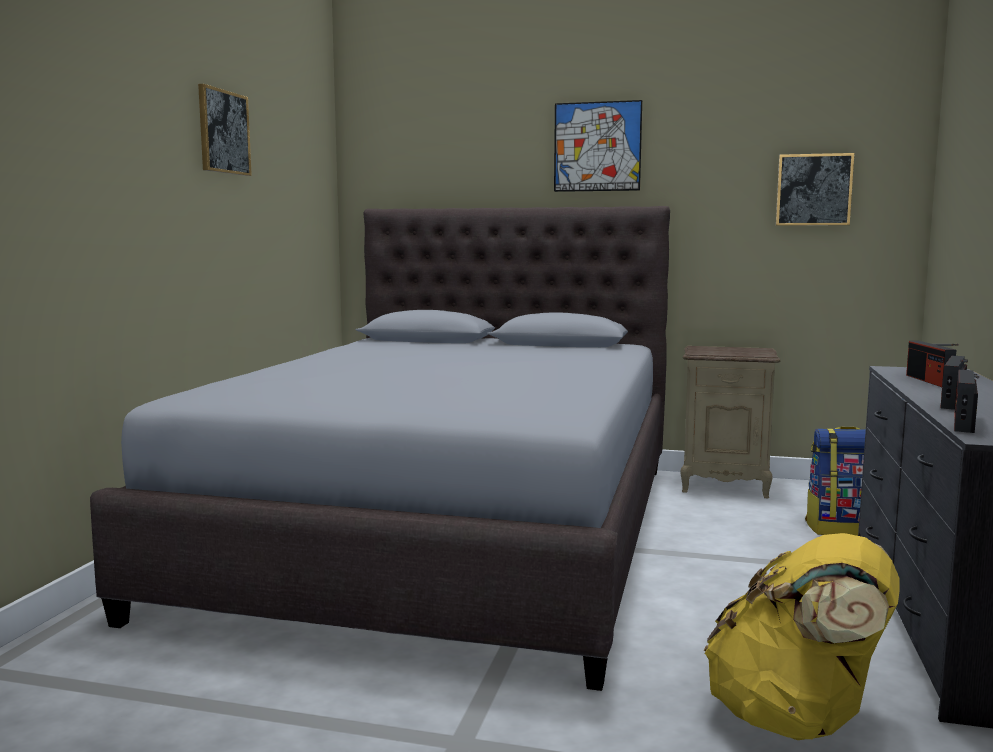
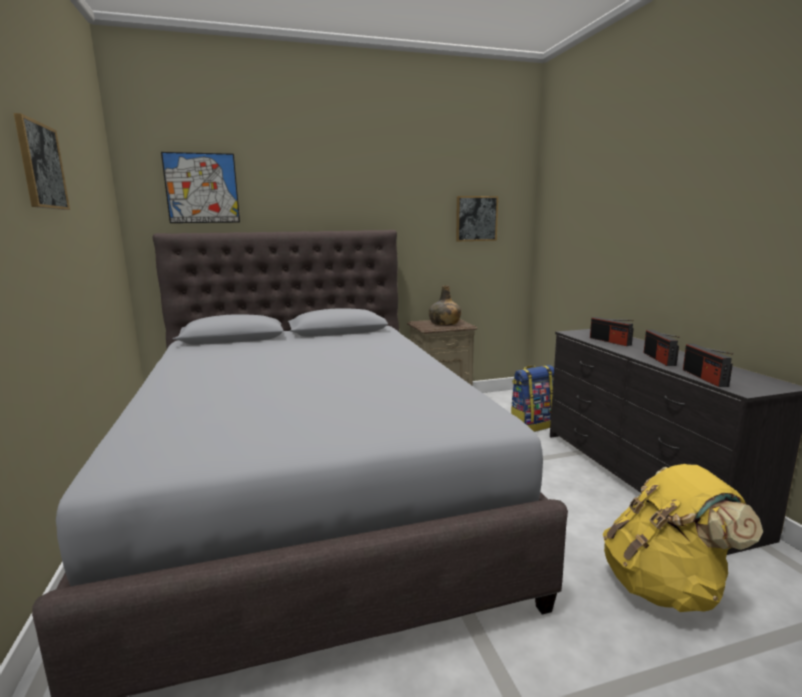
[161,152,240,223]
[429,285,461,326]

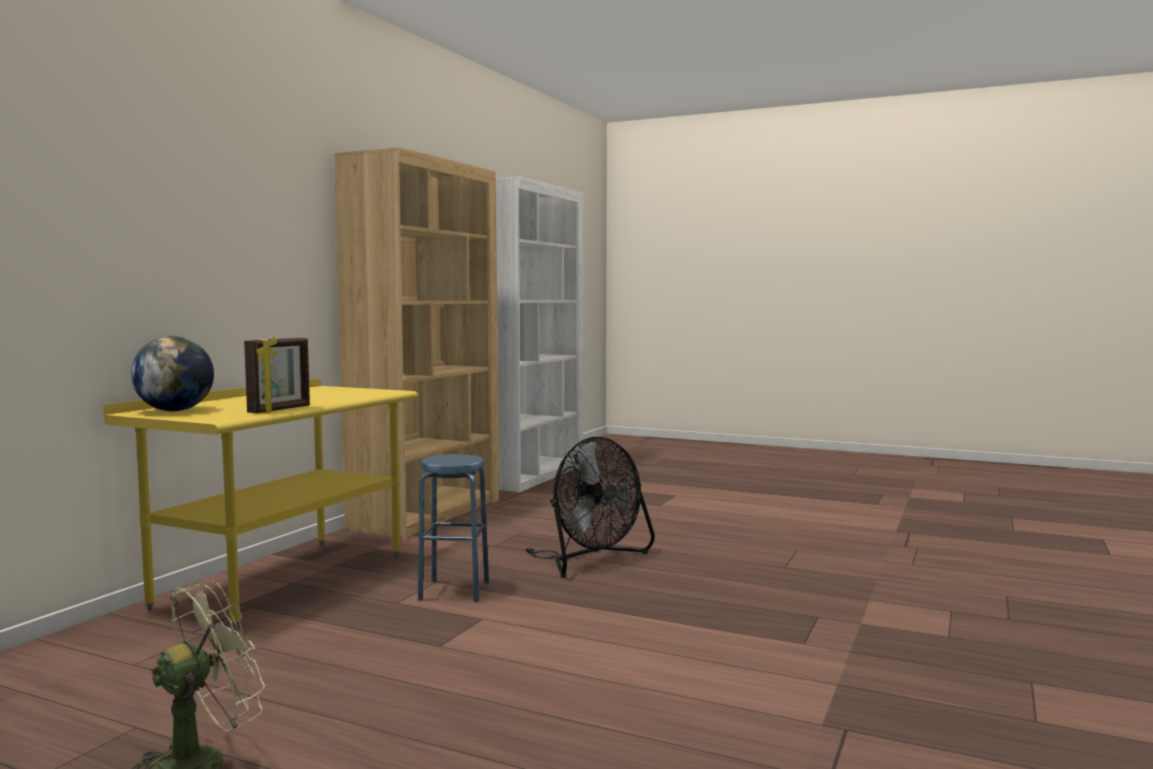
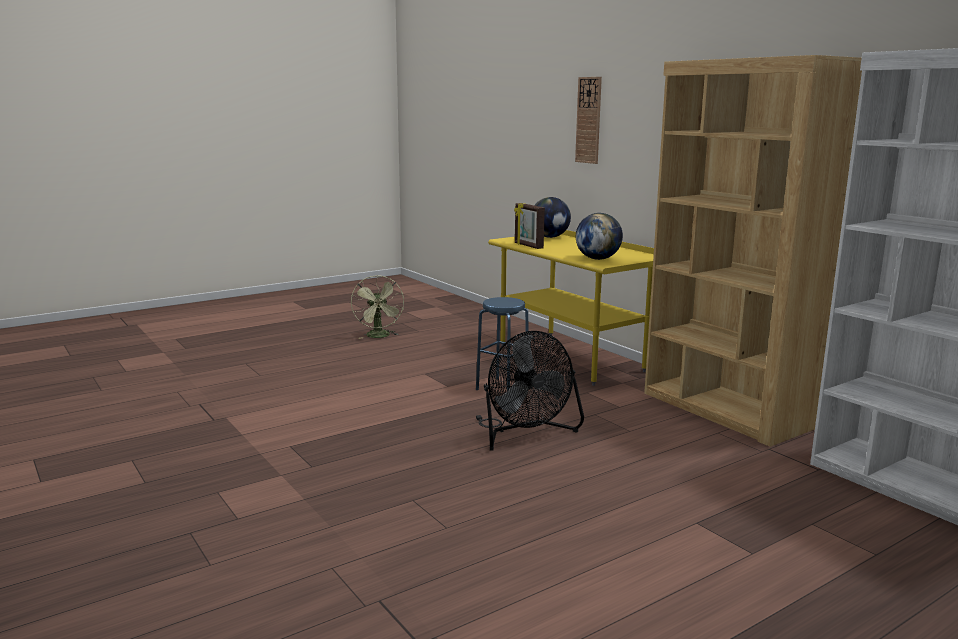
[476,331,584,451]
[575,77,602,164]
[576,213,623,260]

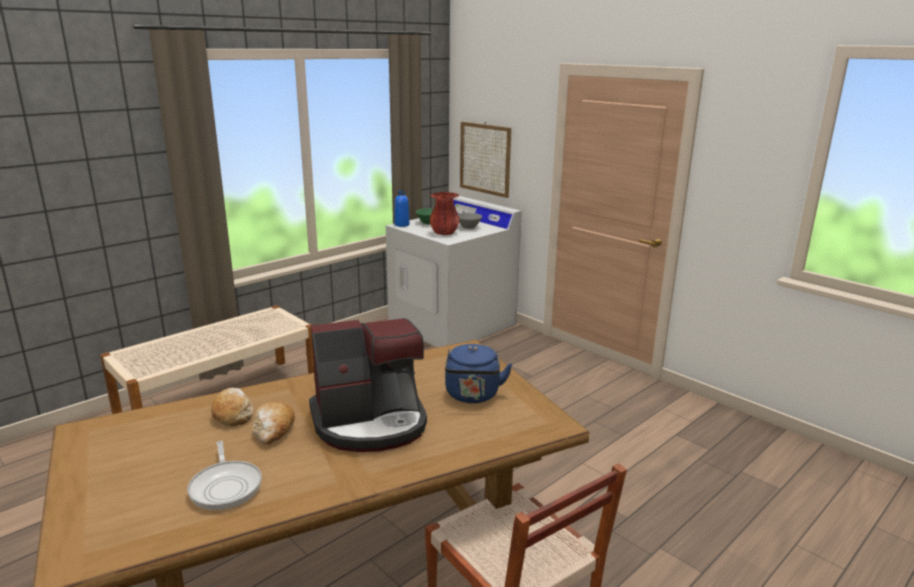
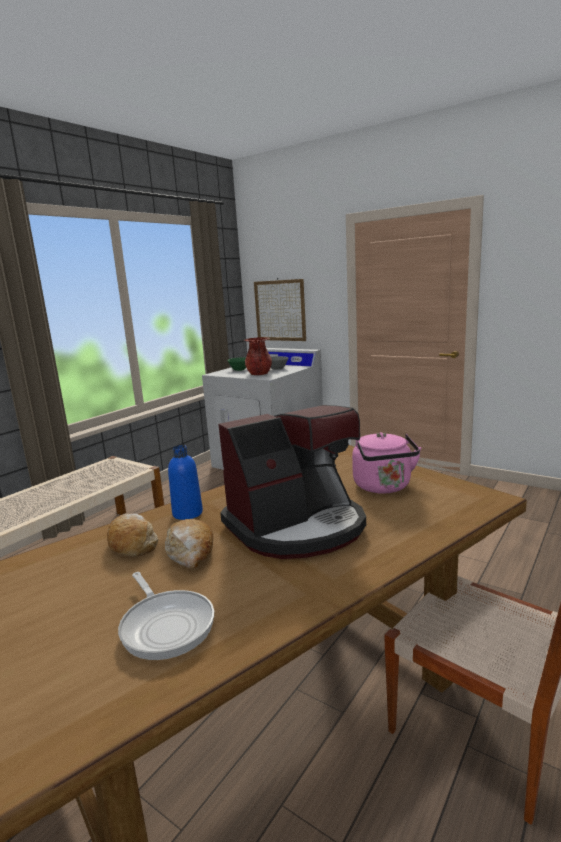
[168,445,203,520]
[352,432,421,494]

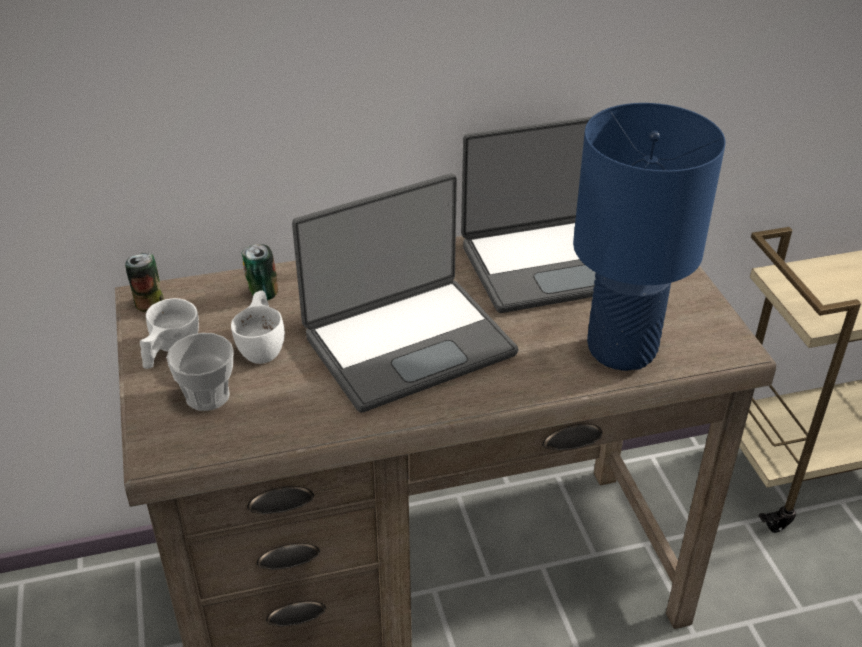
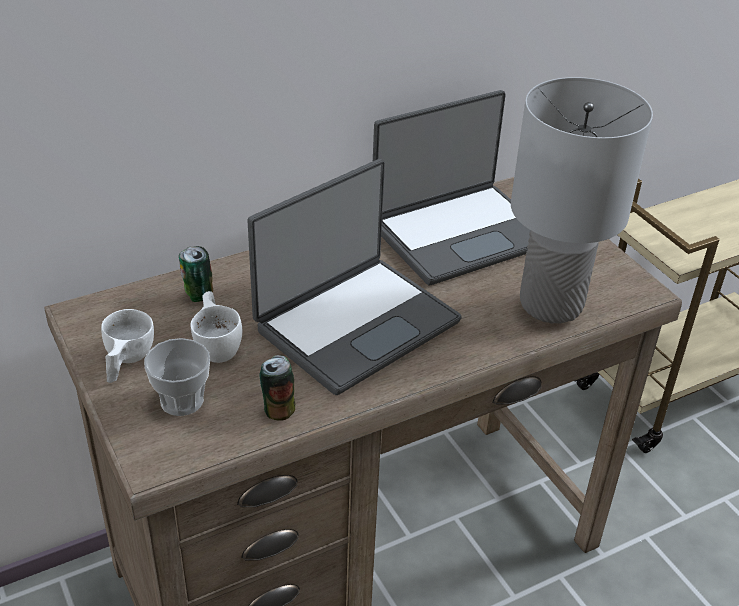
[259,355,295,421]
[511,77,653,324]

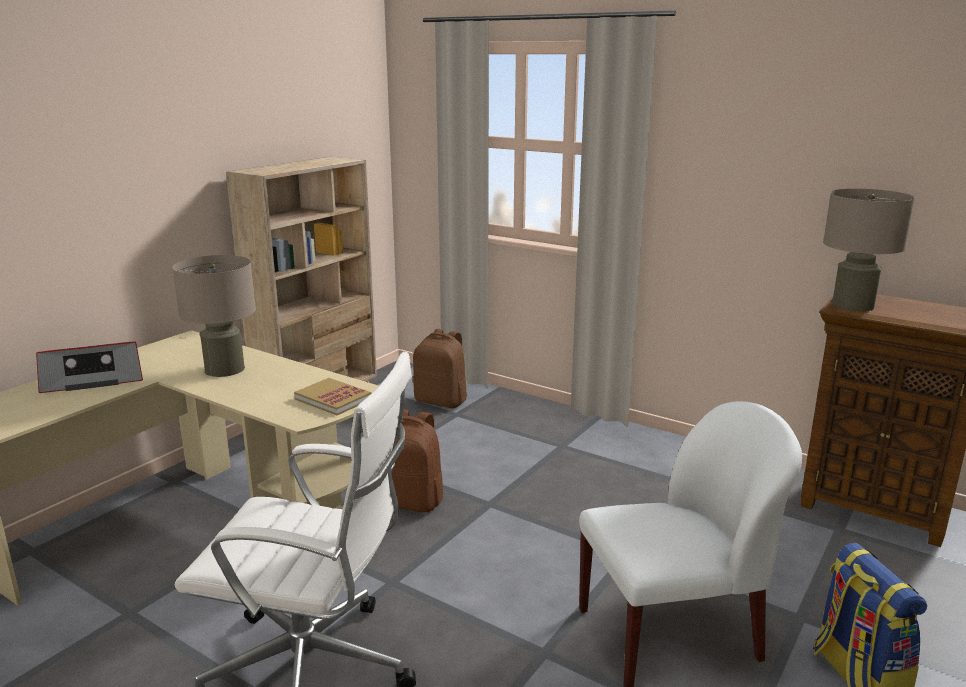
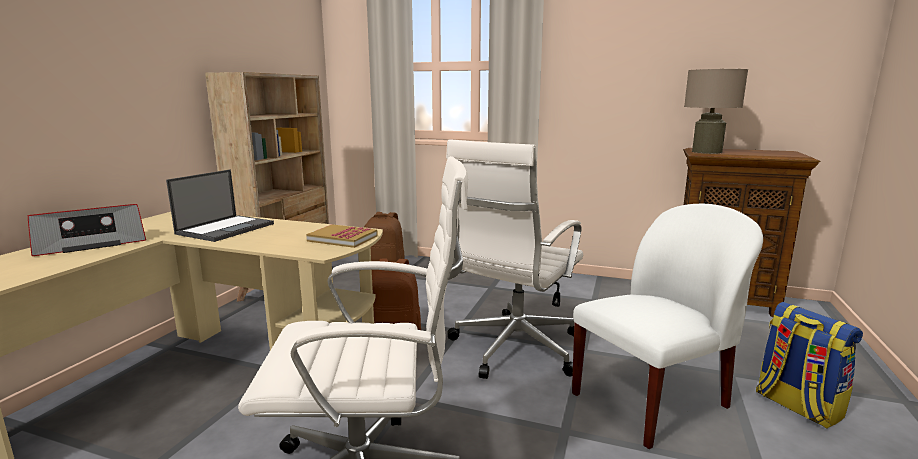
[166,169,274,242]
[446,139,583,379]

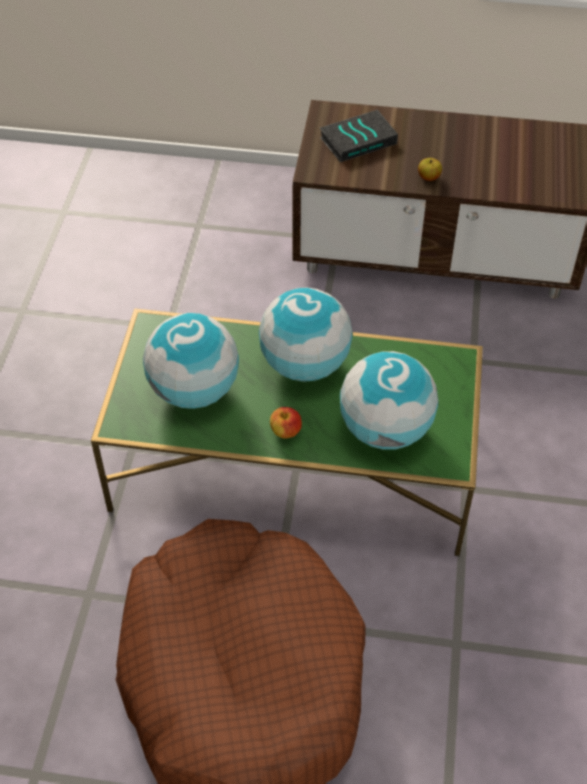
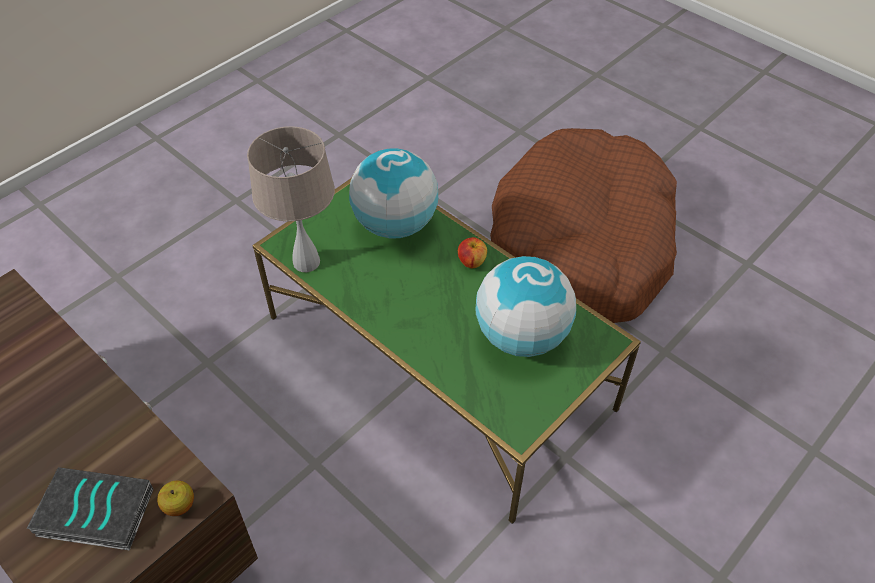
[157,481,194,516]
[247,126,335,272]
[259,288,353,382] (first image)

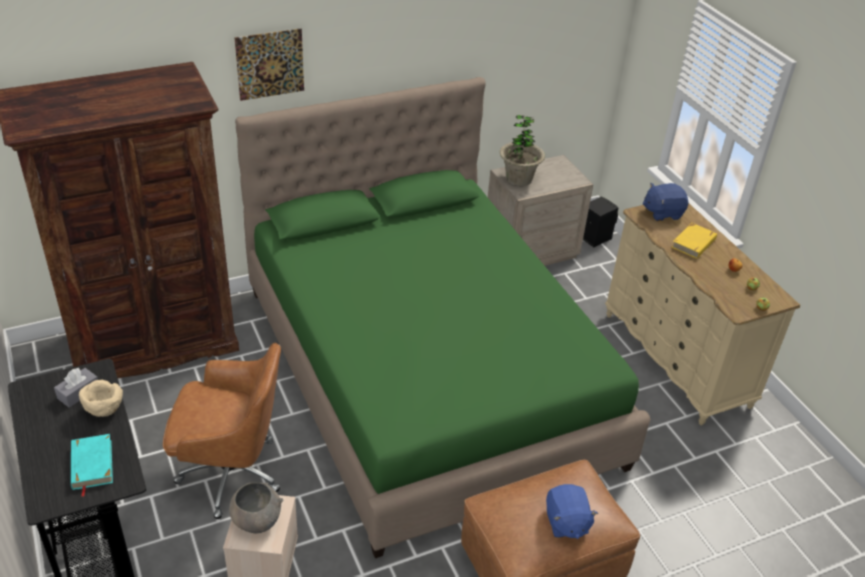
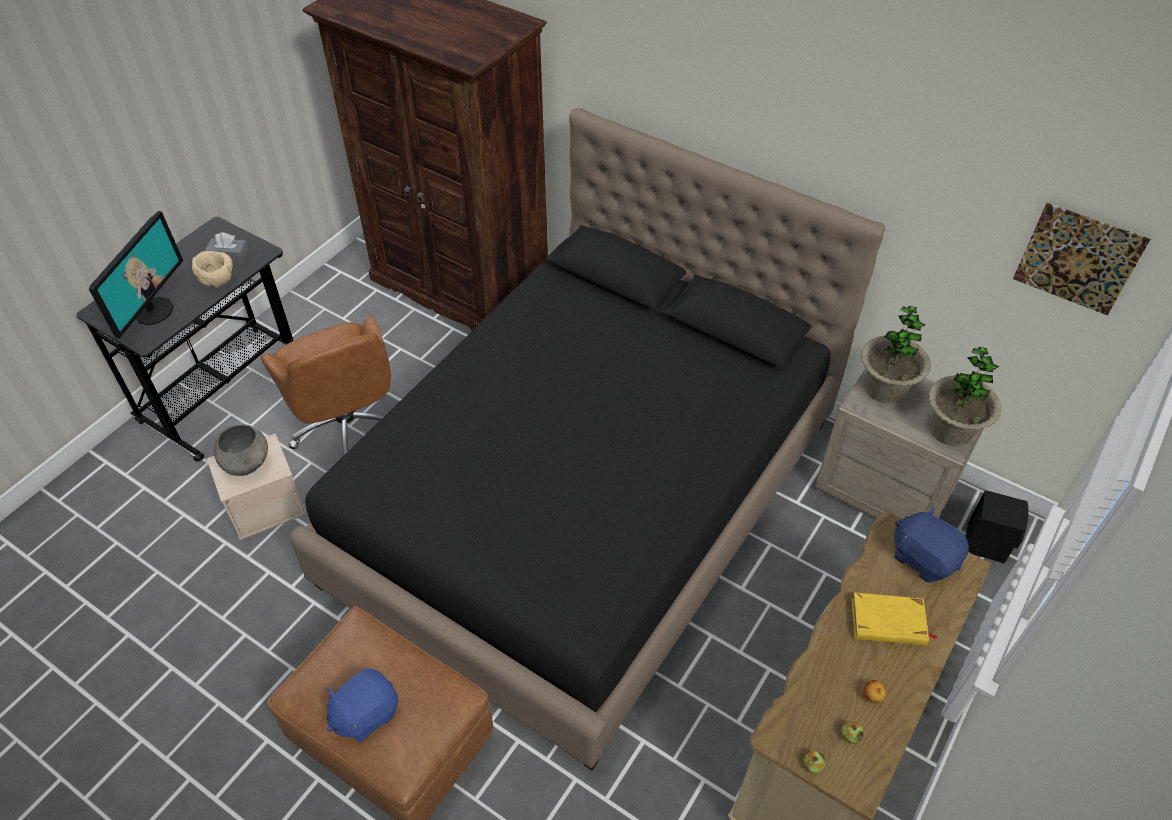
[89,211,183,339]
[290,108,885,771]
[928,347,1002,447]
[1013,203,1150,316]

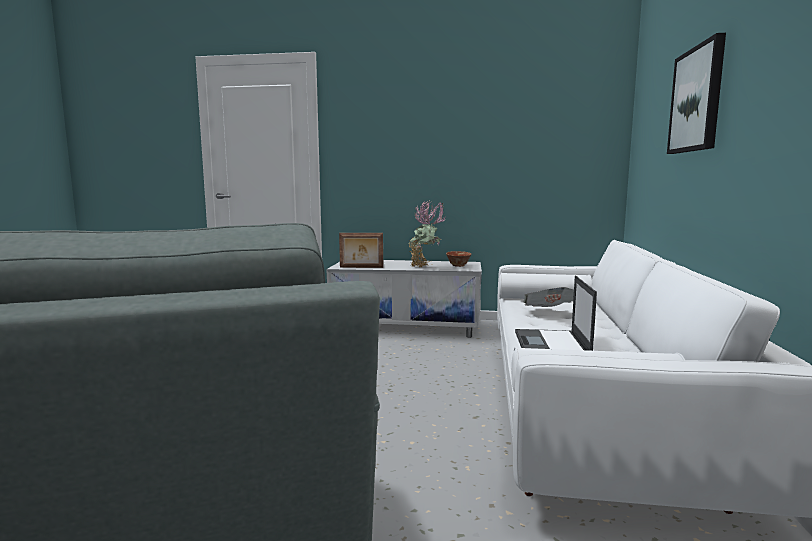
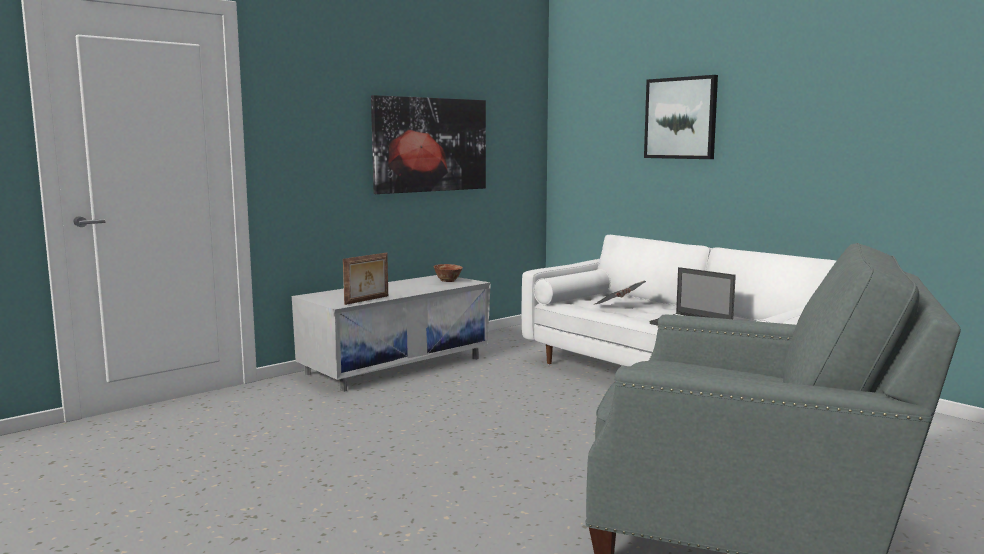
[371,95,486,194]
[409,201,445,268] (first image)

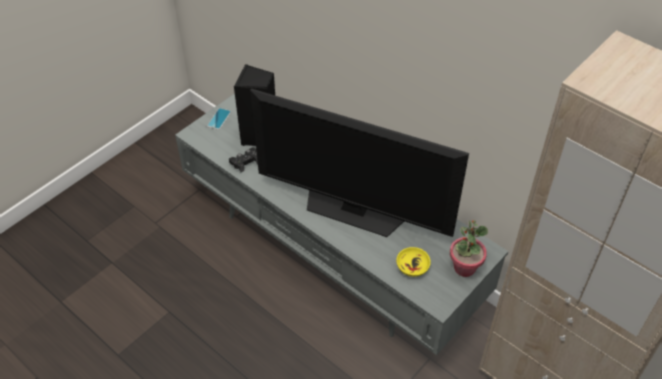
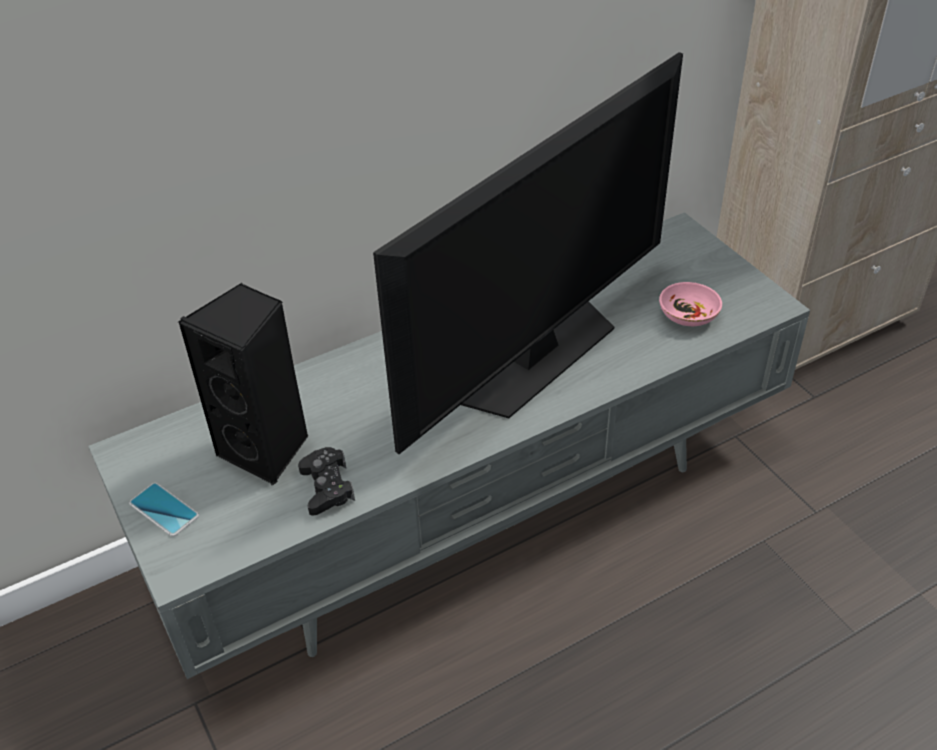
[659,282,722,326]
[450,220,488,277] (first image)

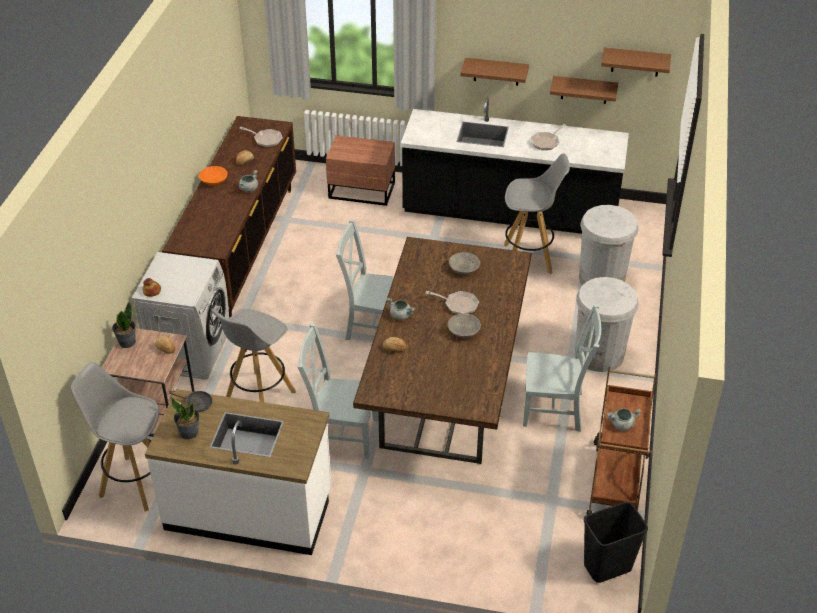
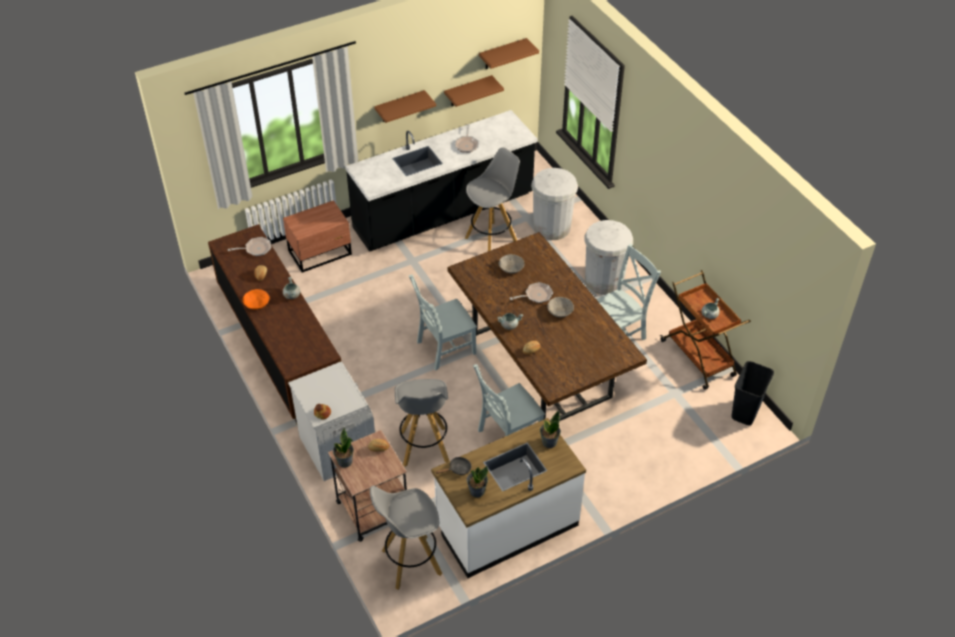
[540,411,561,448]

